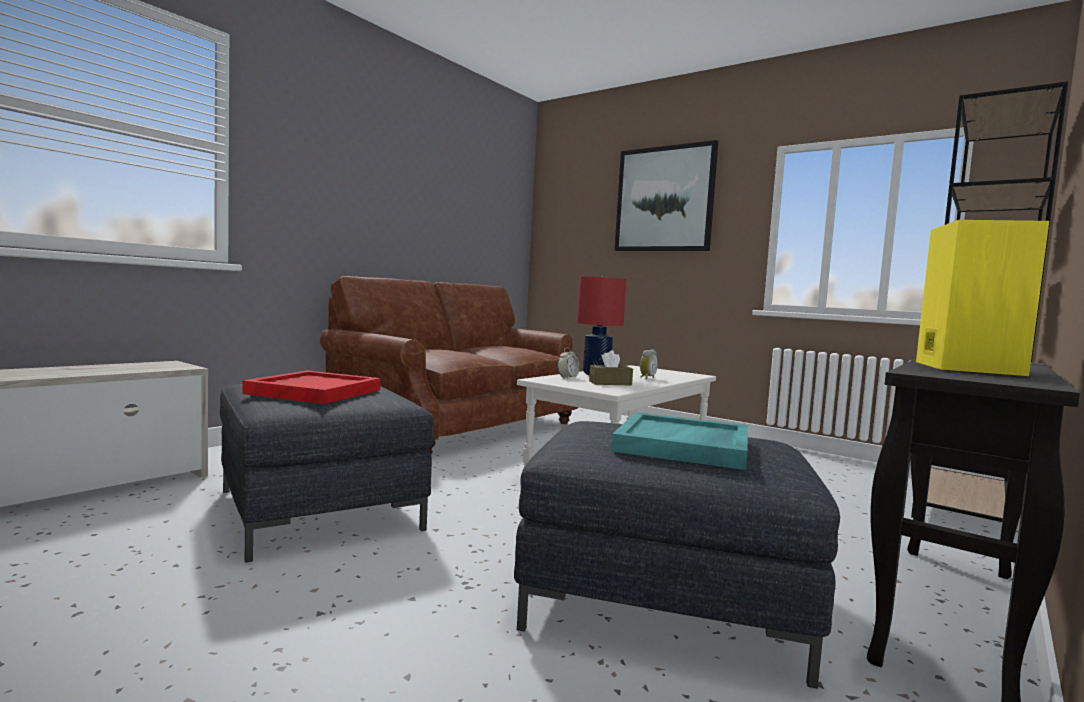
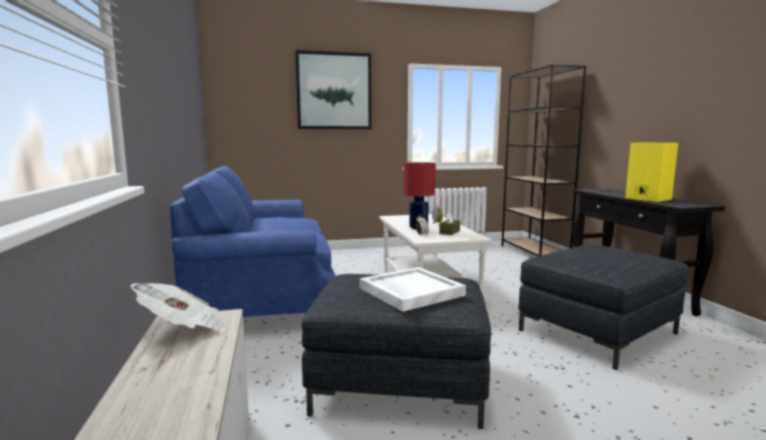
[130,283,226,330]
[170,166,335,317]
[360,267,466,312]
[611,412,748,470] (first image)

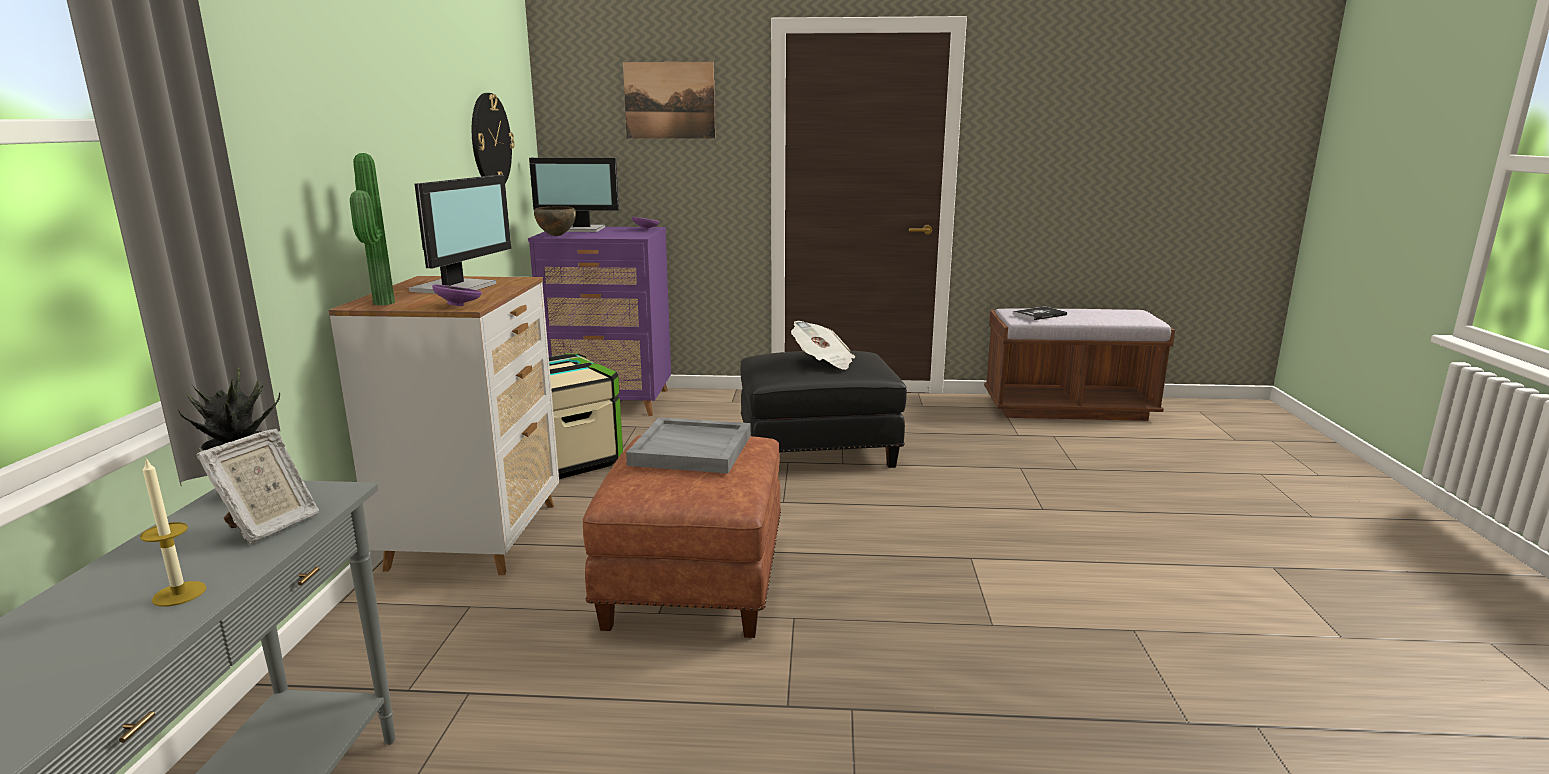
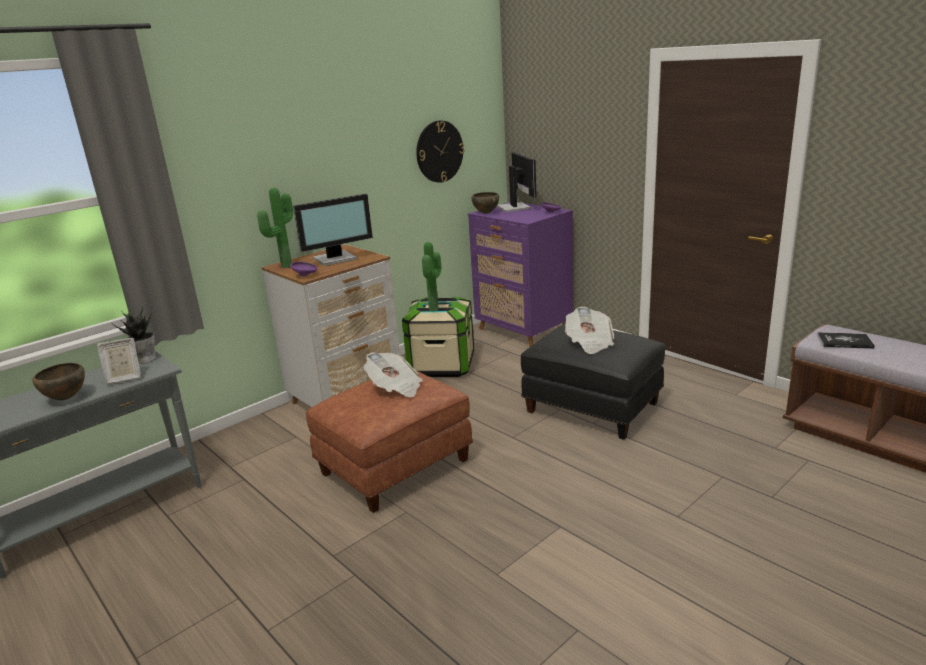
[32,363,85,400]
[363,352,423,397]
[422,242,441,311]
[497,152,536,212]
[623,62,715,139] (first image)

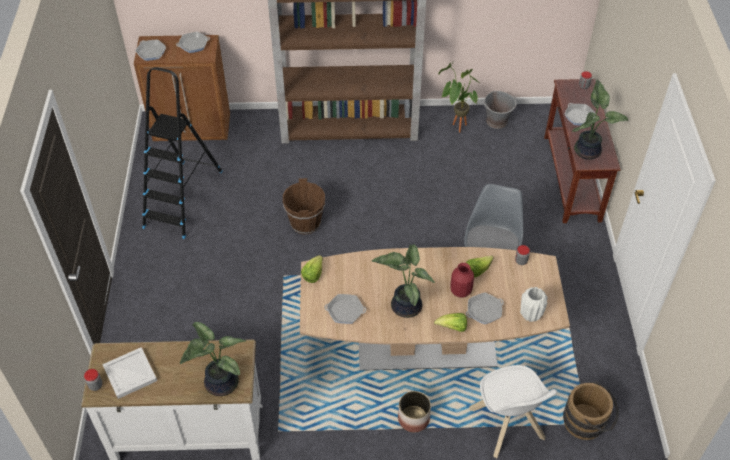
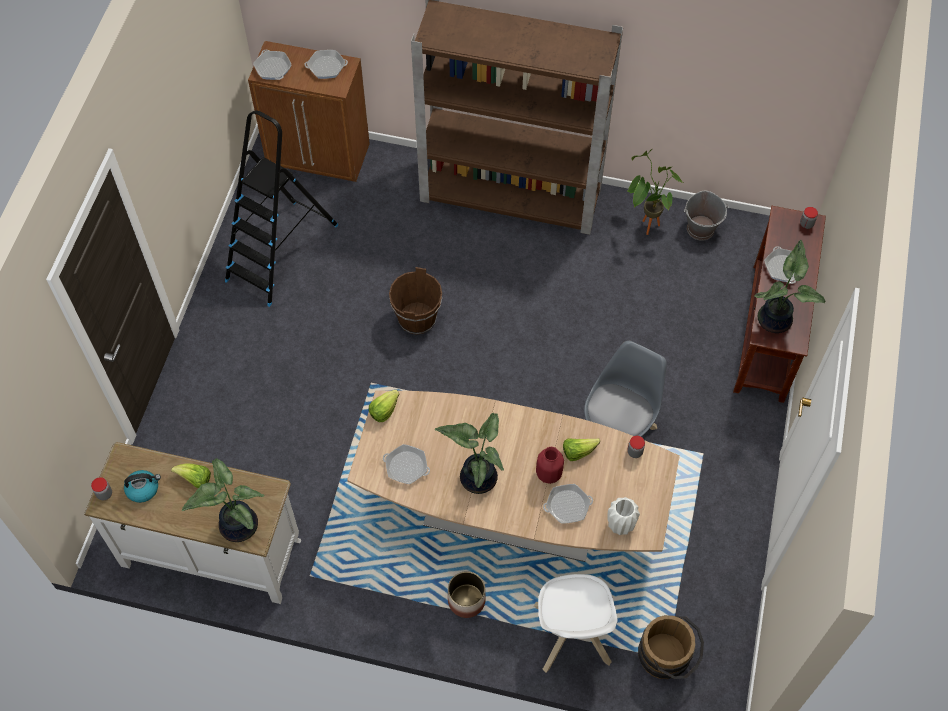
[124,470,161,503]
[171,464,211,488]

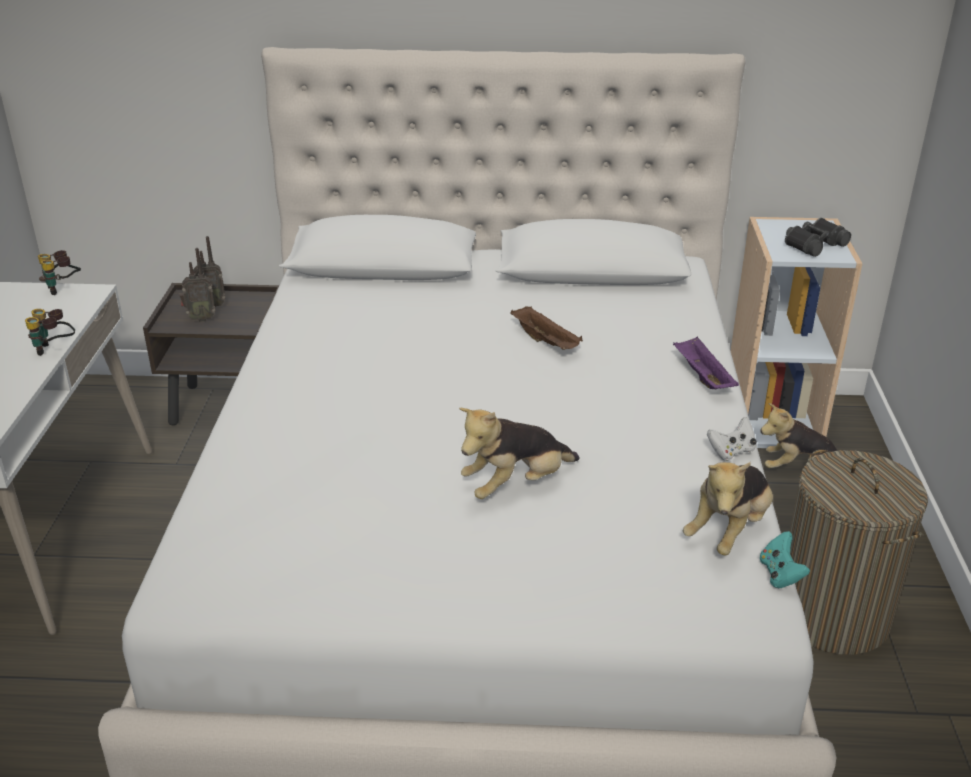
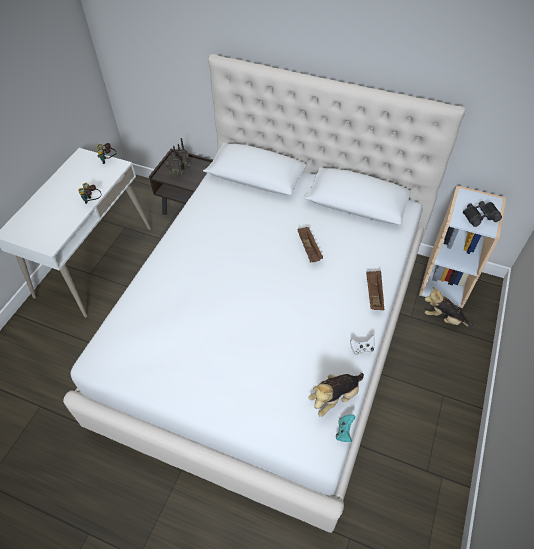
[366,271,384,310]
[459,408,579,499] (first image)
[790,450,928,655] (first image)

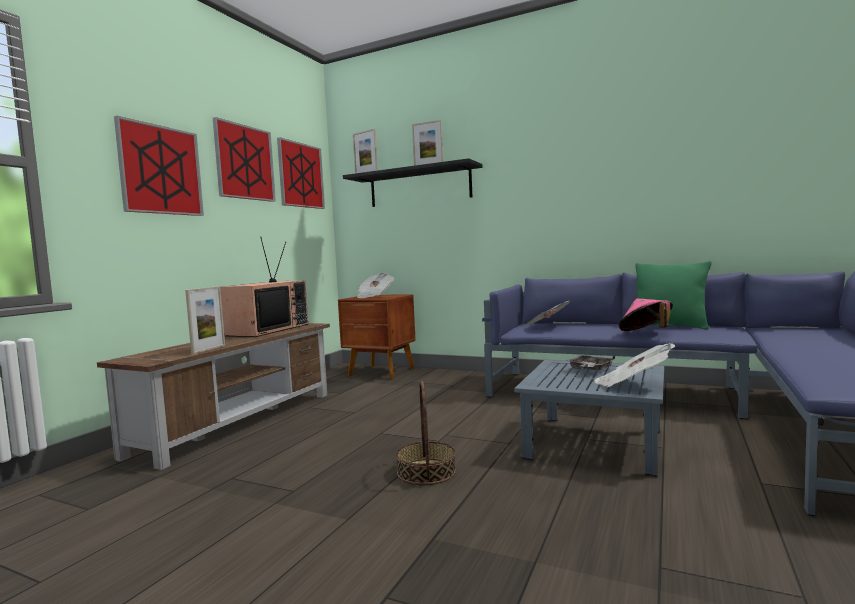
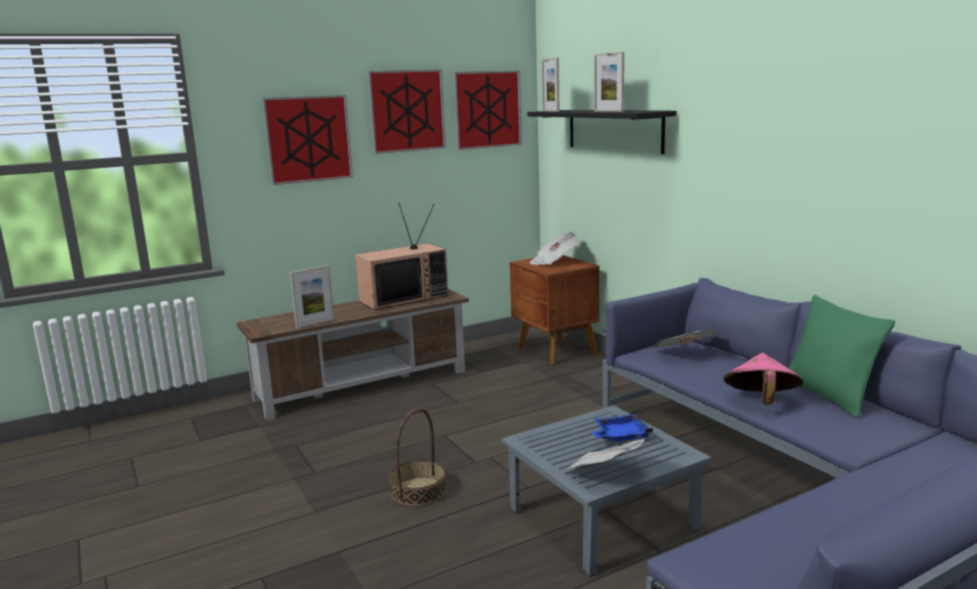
[591,414,653,442]

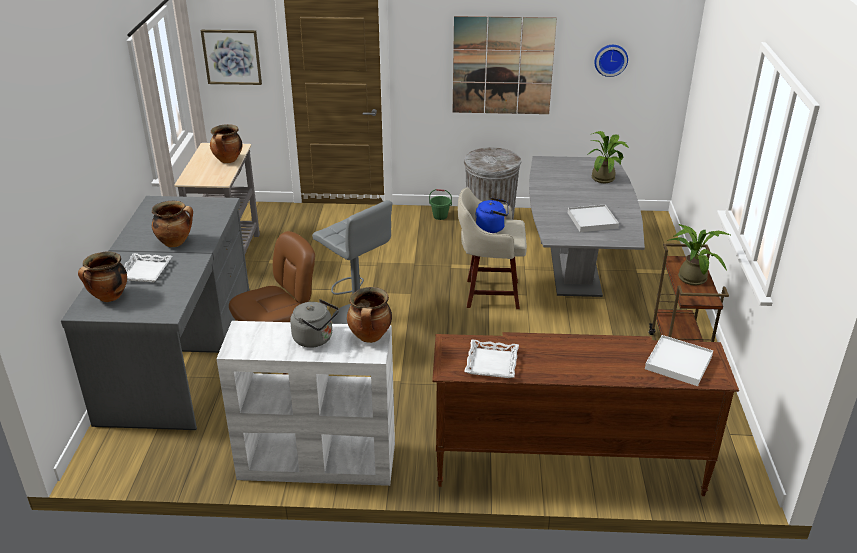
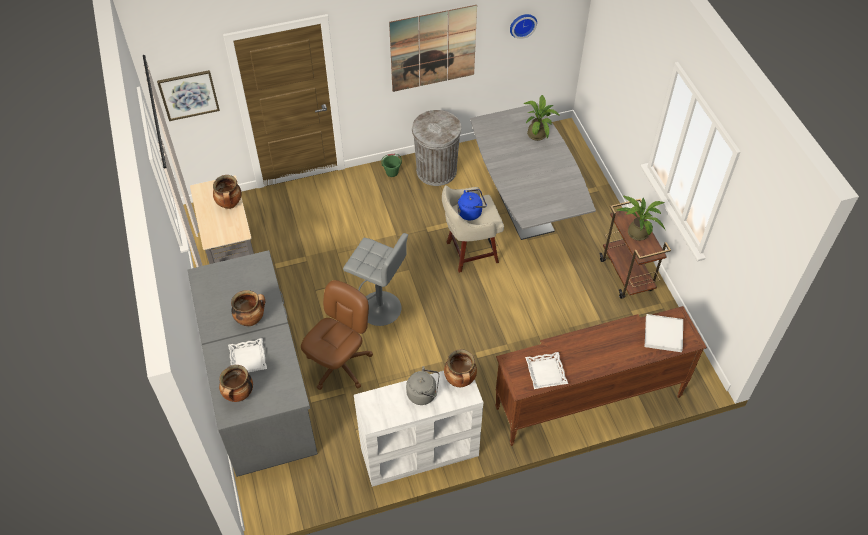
[568,205,619,232] (first image)

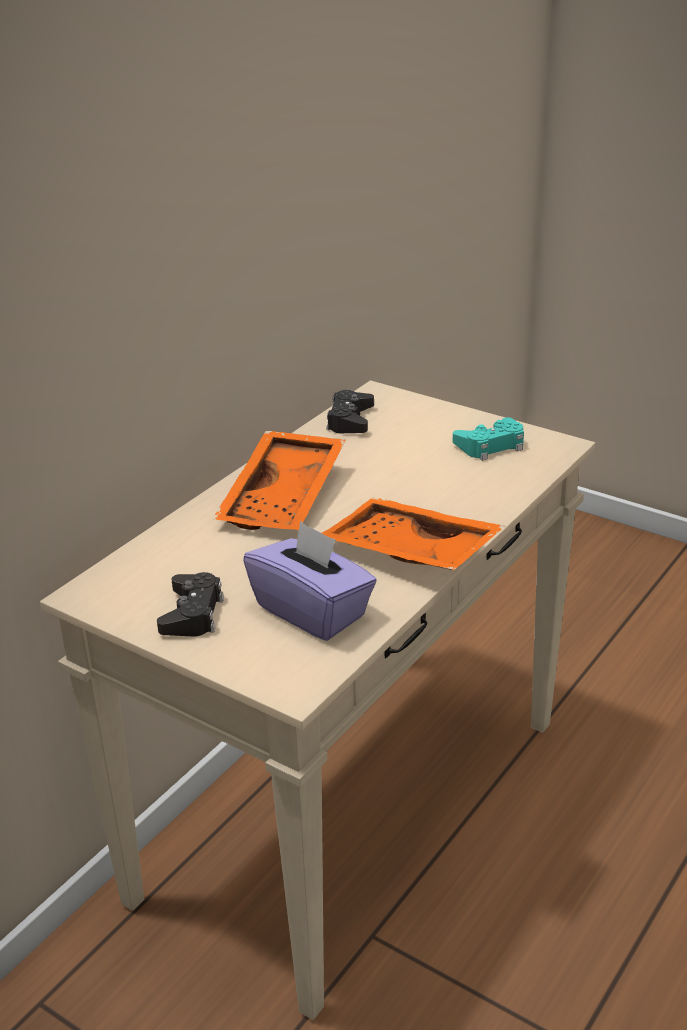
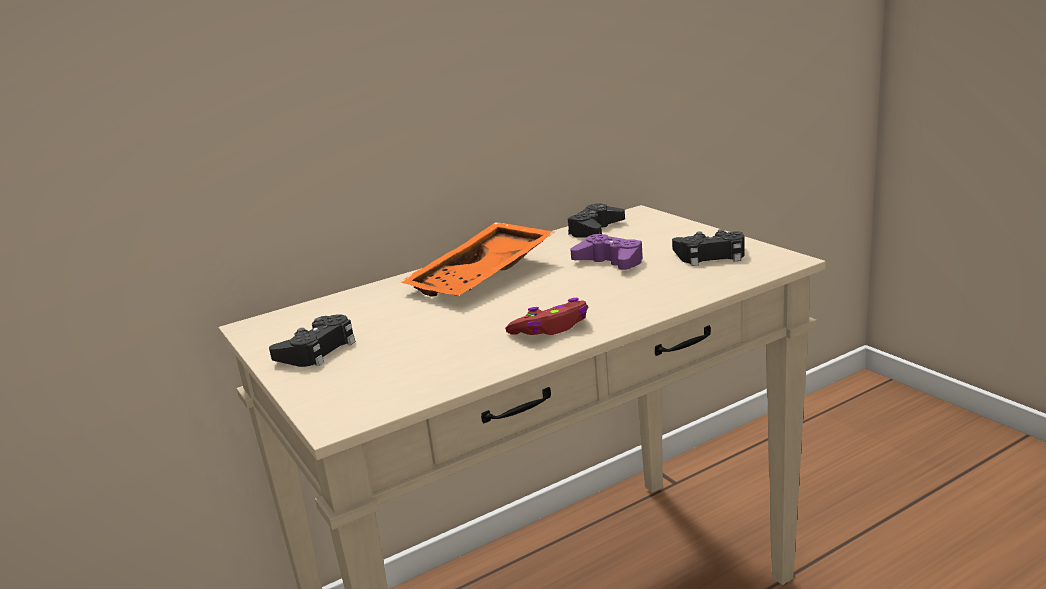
[505,298,588,335]
[570,234,643,270]
[672,229,745,266]
[243,521,377,641] (first image)

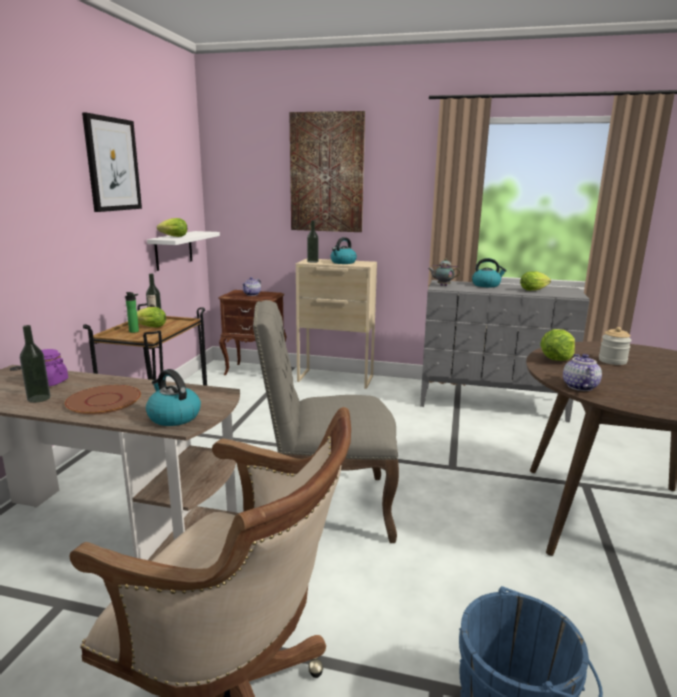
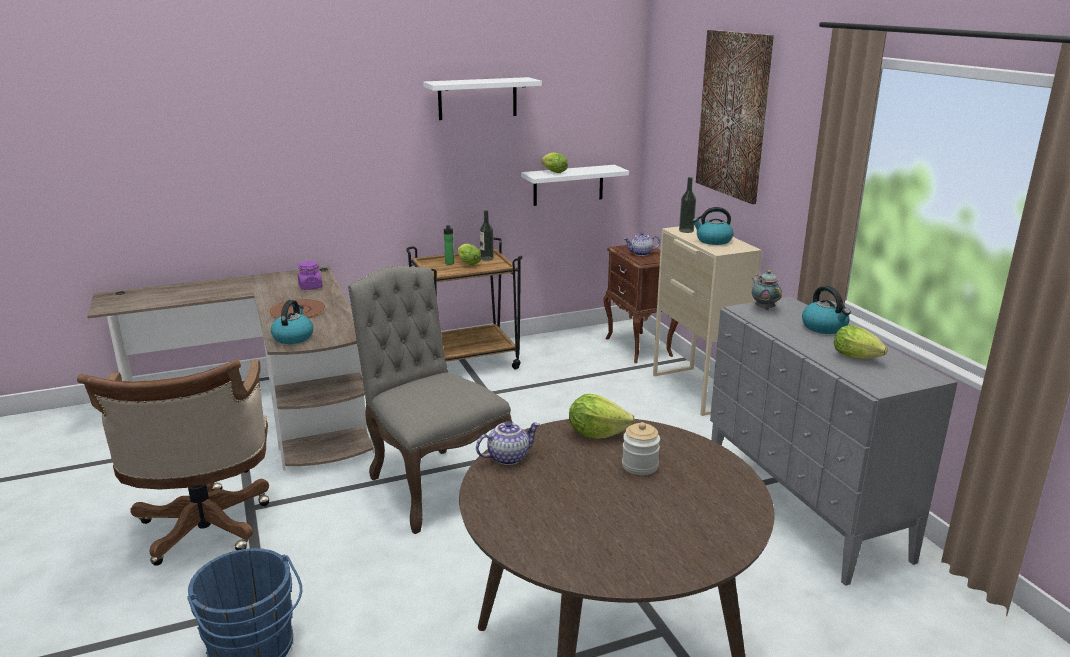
[423,77,542,120]
[20,325,51,403] (first image)

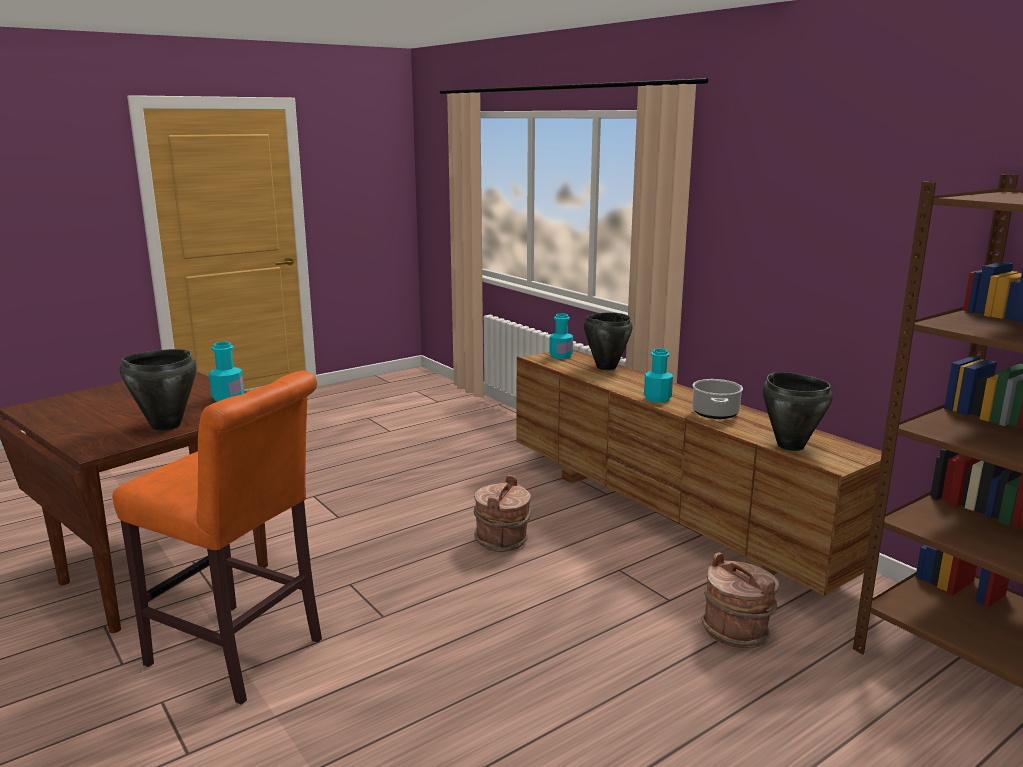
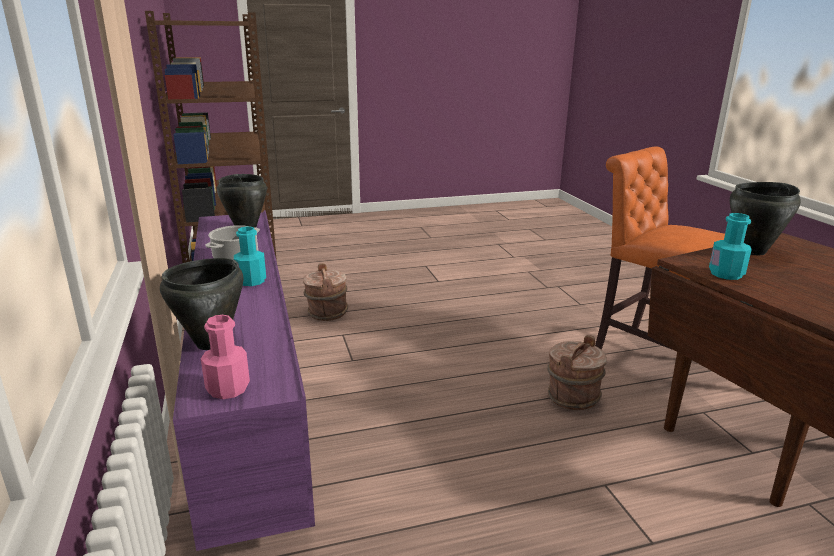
[173,210,315,551]
[201,315,250,399]
[547,335,607,410]

